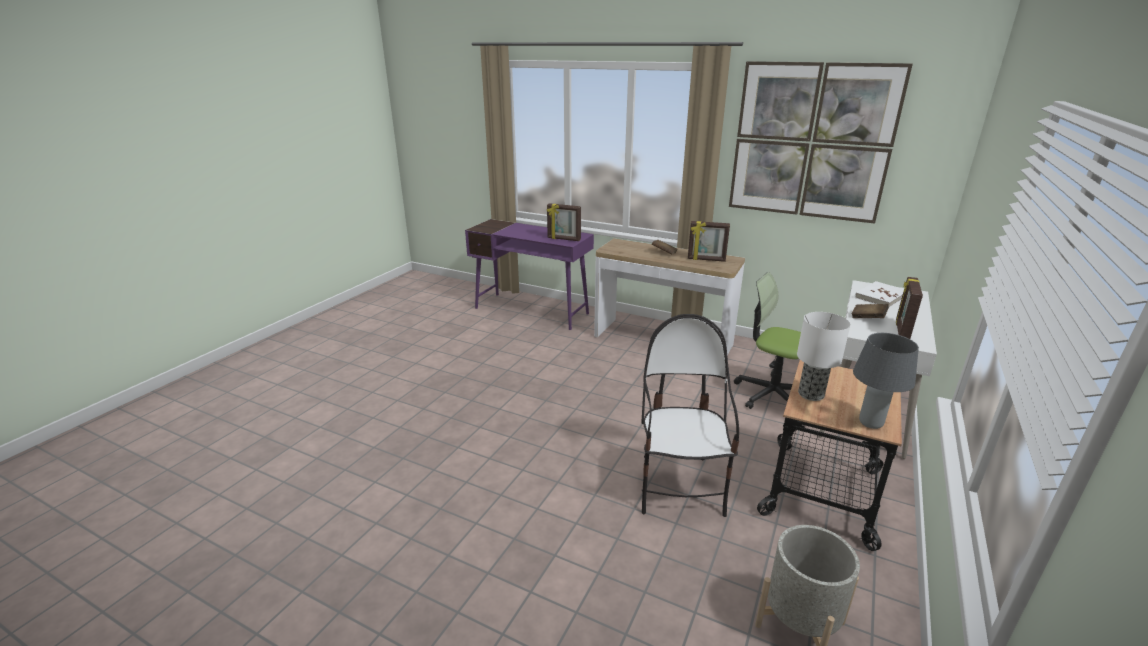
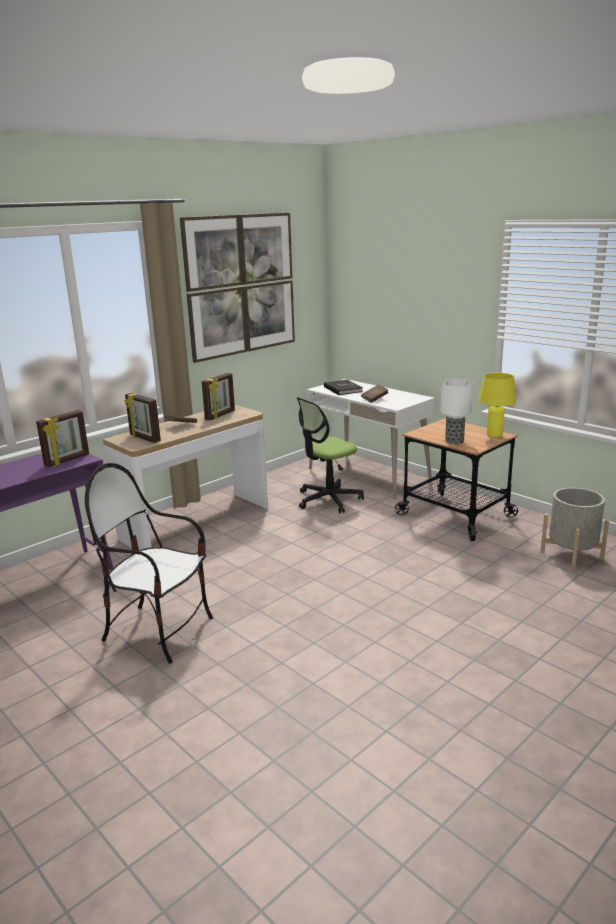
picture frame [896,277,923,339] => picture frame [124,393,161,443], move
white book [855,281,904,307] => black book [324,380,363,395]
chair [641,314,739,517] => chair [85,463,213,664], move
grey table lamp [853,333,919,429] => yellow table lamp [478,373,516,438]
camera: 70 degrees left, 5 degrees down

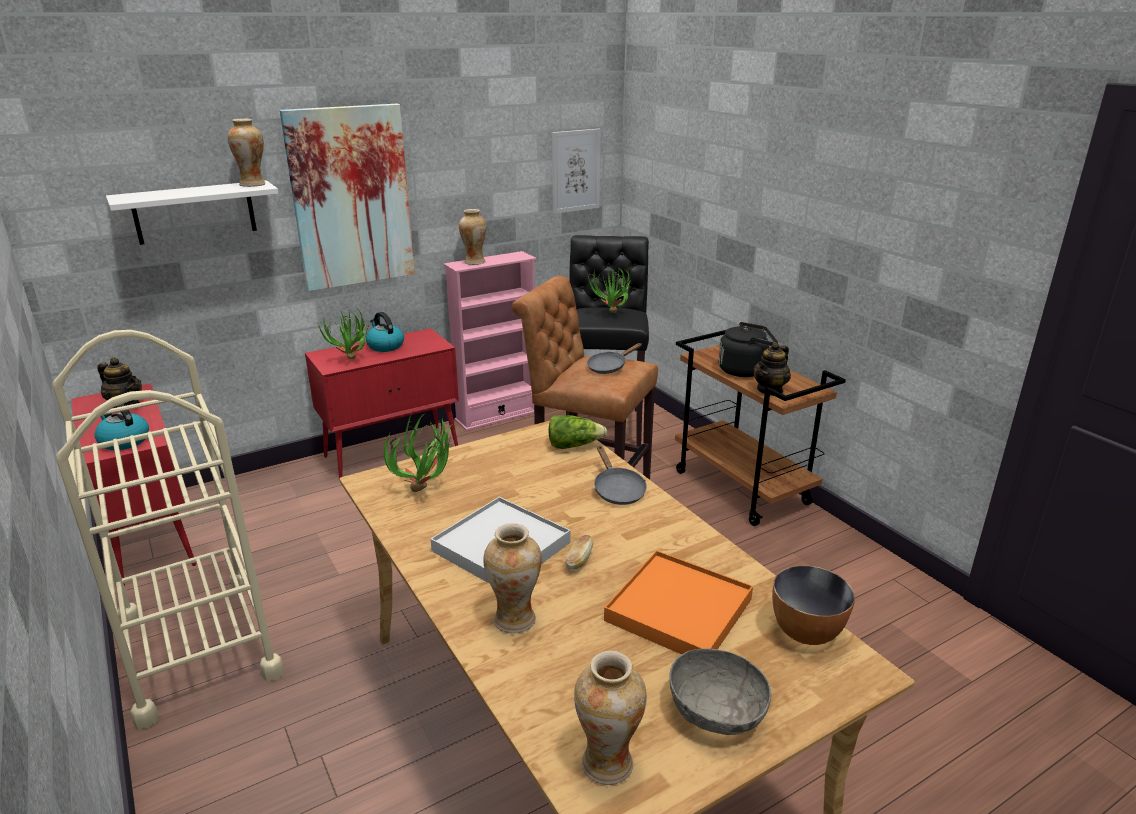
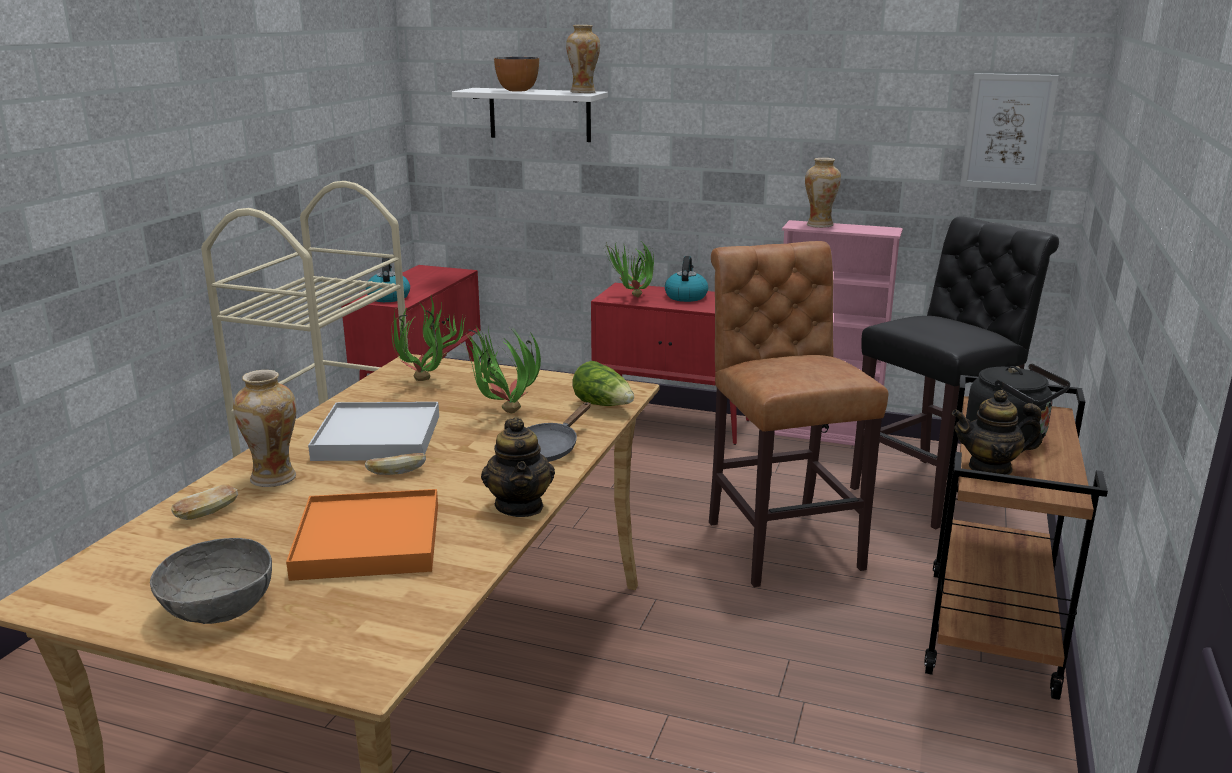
picture [280,103,415,291] => nothing
potted plant [588,266,631,313] => potted plant [461,326,541,413], move
grey frying pan [587,343,642,374] => nothing
teapot [97,358,142,408] => teapot [481,417,555,517], move
bowl [772,565,855,645] => bowl [494,57,539,92], move
vase [574,651,647,785] => nothing
nothing => bread [171,484,238,520]
camera: 50 degrees right, 5 degrees down

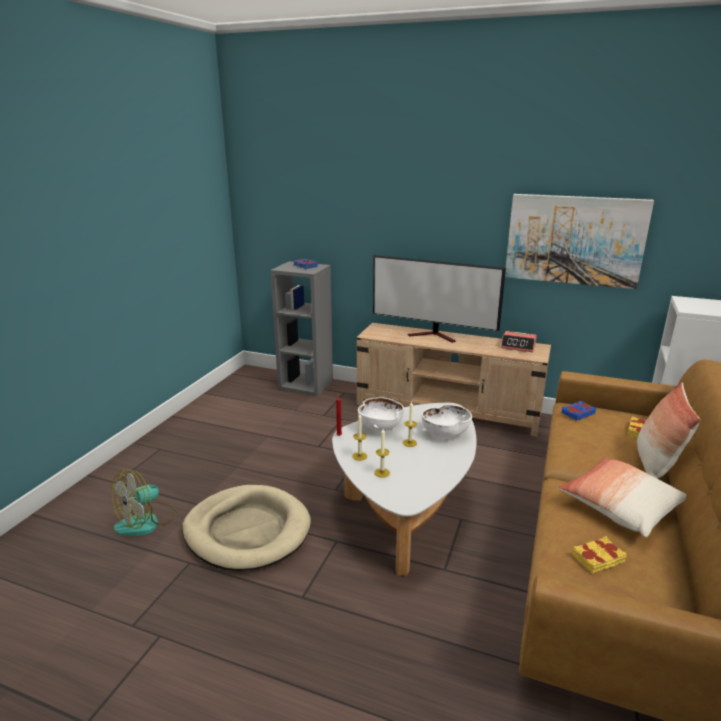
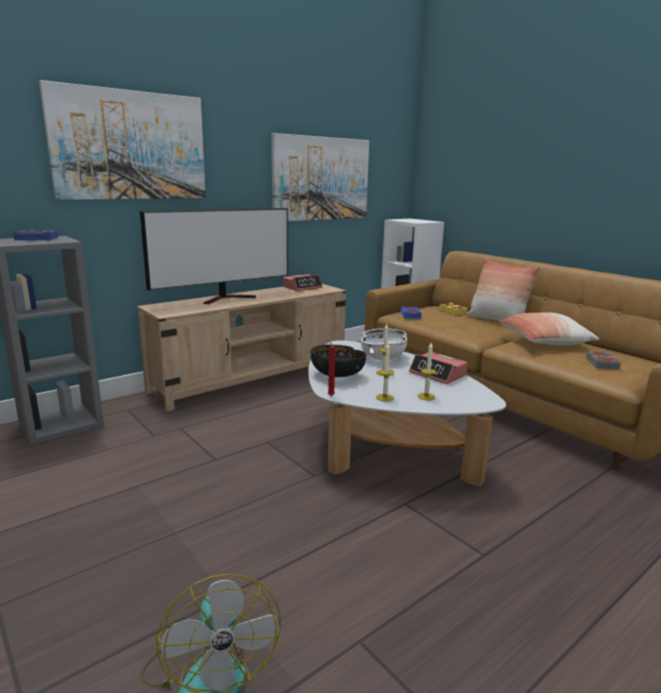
white bowl [358,397,404,431] => black bowl [311,345,366,377]
beige dog bed [182,485,311,571] => nothing
yellow book [572,536,627,574] => grey book [586,350,621,370]
nothing => picture [39,80,206,200]
nothing => alarm clock [409,352,467,384]
camera: 60 degrees left, 5 degrees down

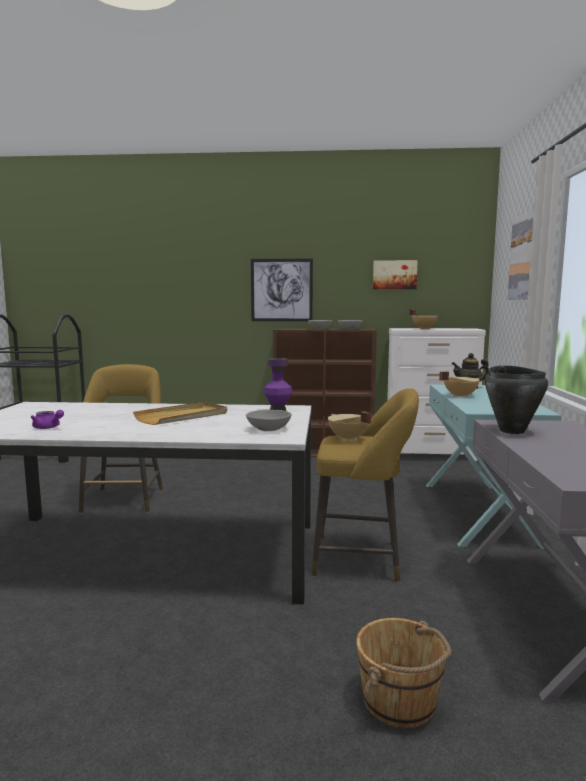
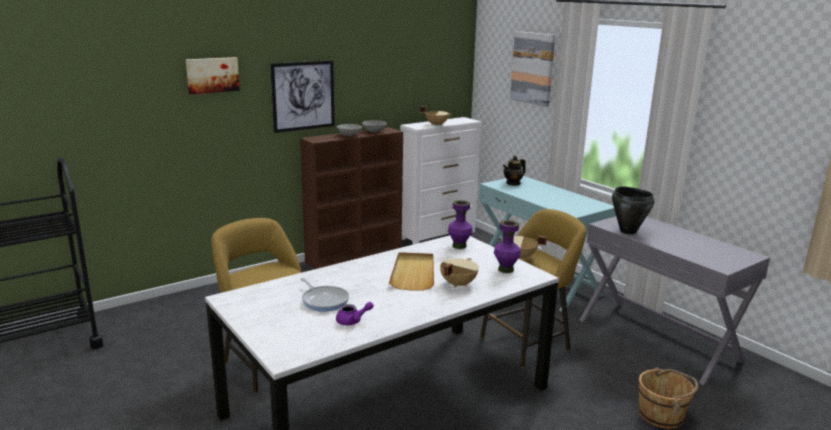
picture [373,260,418,289] => picture [185,57,240,94], move
beige cooking pot [439,371,480,398] => beige cooking pot [440,258,479,288], move
grey bowl [246,410,292,431] => purple vase [494,220,521,273]
nothing => frying pan [300,278,349,311]
camera: 40 degrees left, 10 degrees up

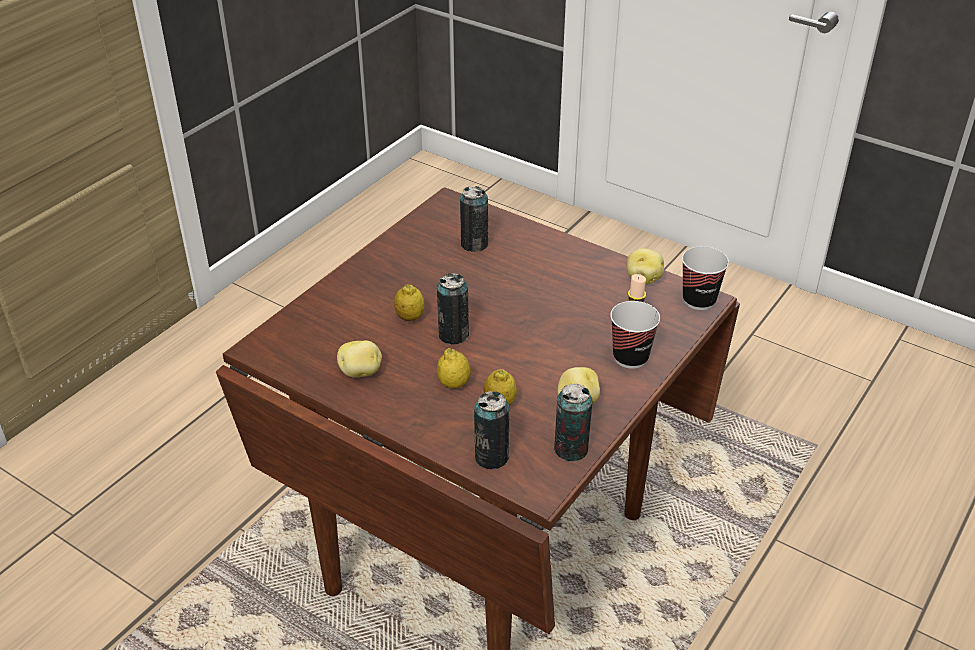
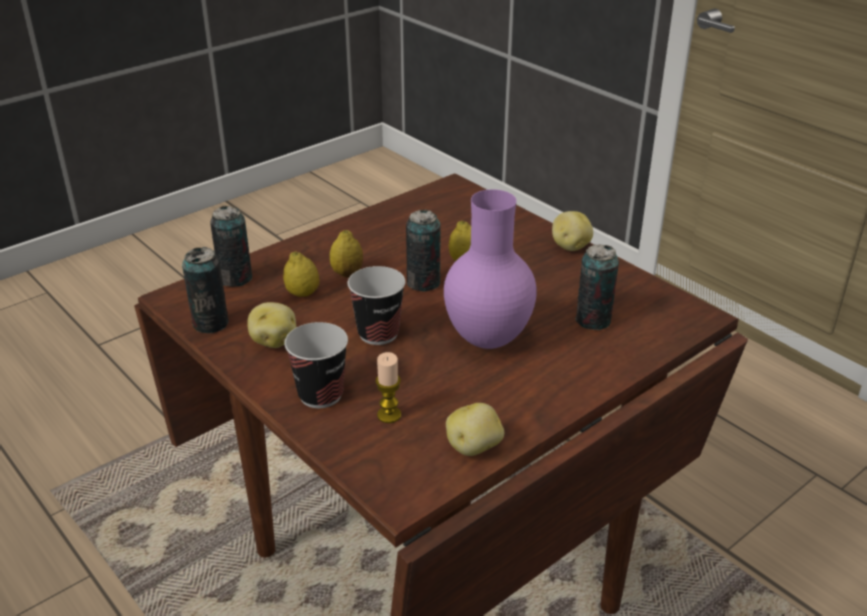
cup [682,246,729,310] => cup [348,266,405,345], move
potato [337,340,382,377] => potato [552,211,593,251], move
nothing => purple vase [444,189,537,349]
camera: 105 degrees right, 5 degrees down

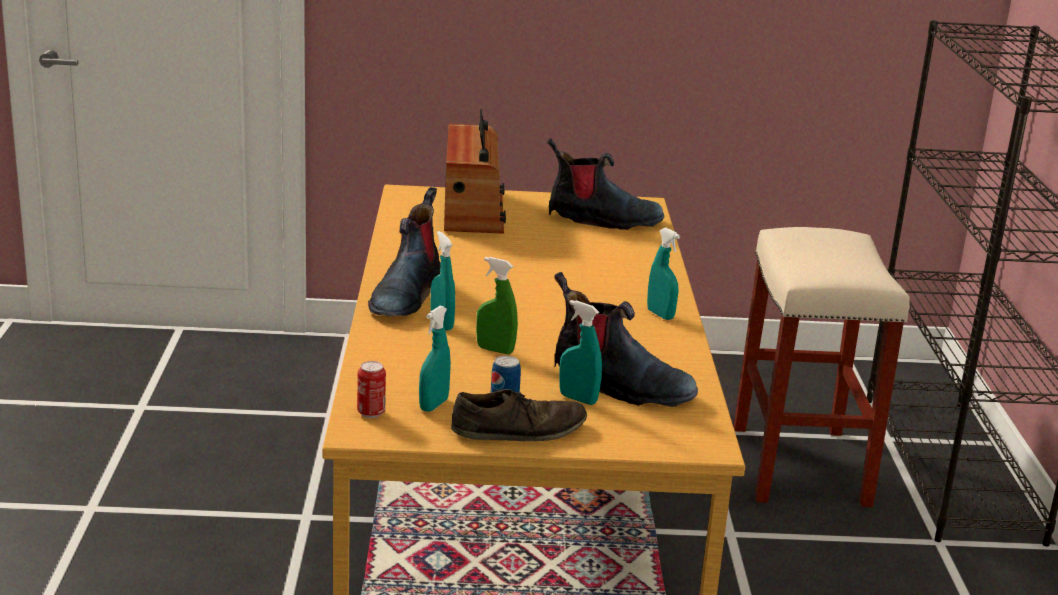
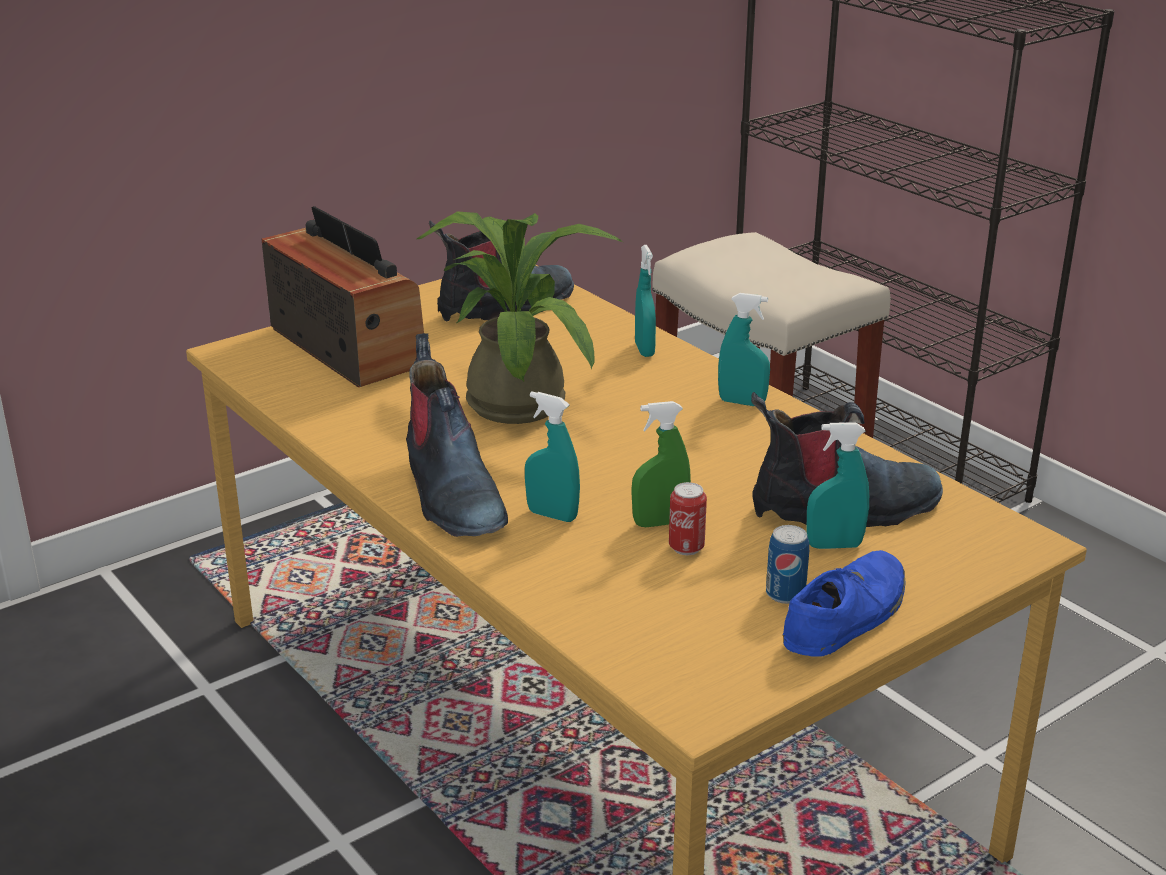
turquoise spray bottle [419,306,451,412] => turquoise spray bottle [635,245,656,357], move
can [357,361,386,418] => can [669,482,707,555], move
brown shoe [451,389,587,442] => blue shoe [783,550,906,657]
nothing => potted plant [417,211,623,424]
camera: 35 degrees left, 5 degrees up

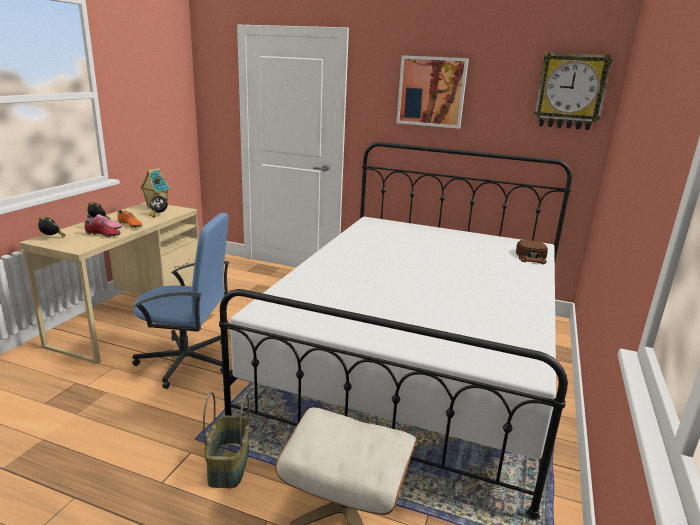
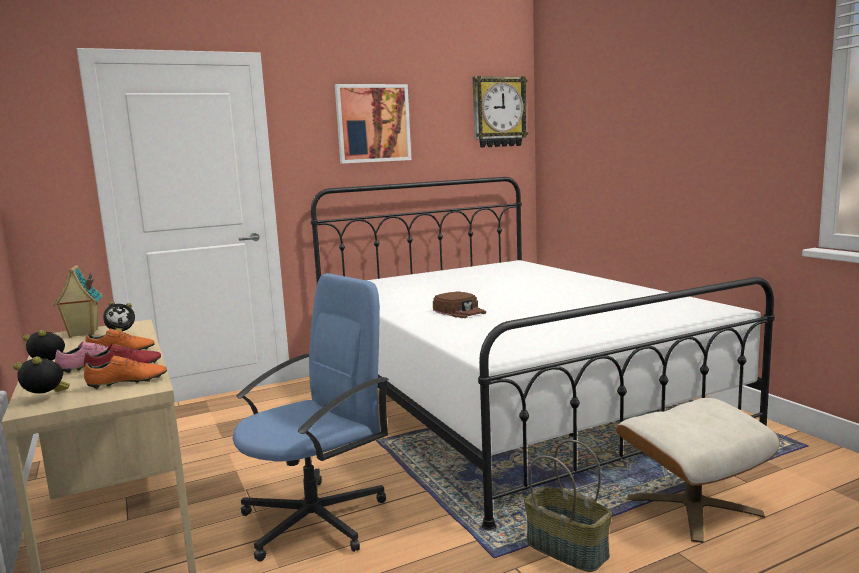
brown cap [516,240,548,264] => brown cap [433,291,486,318], move
nothing => orange shoe [84,355,167,389]
camera: 45 degrees left, 10 degrees down

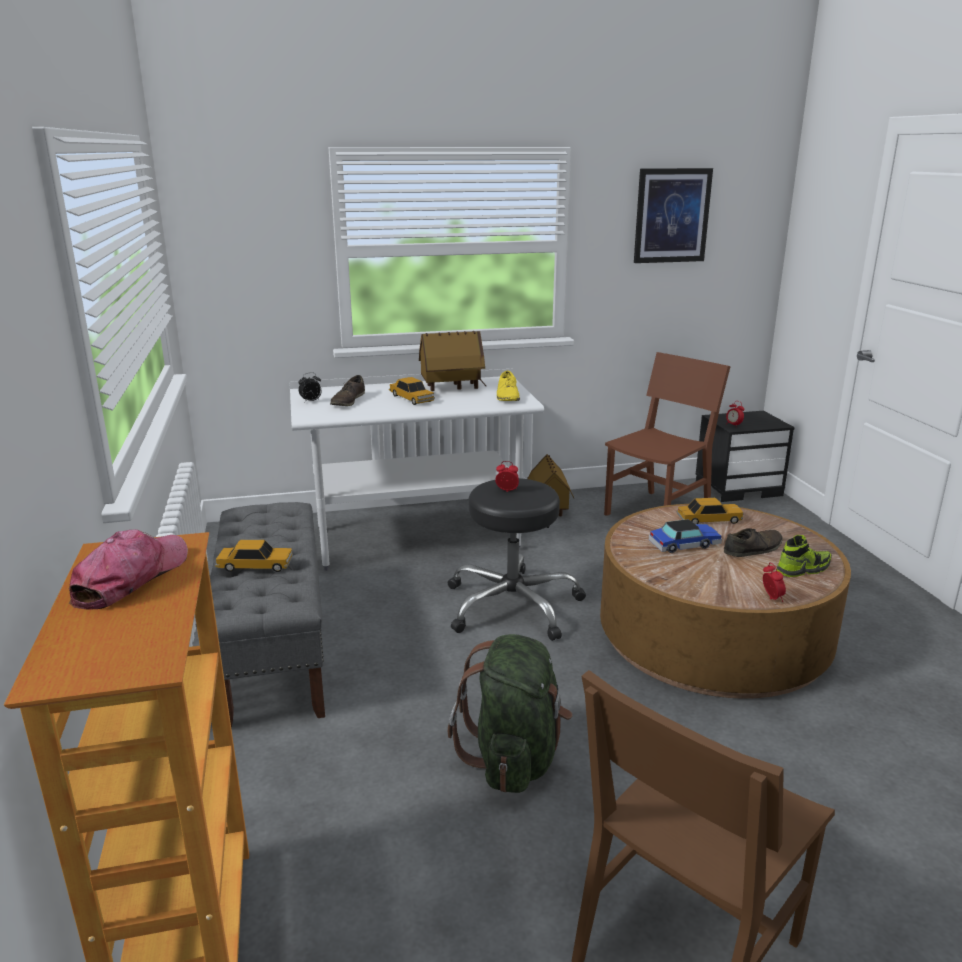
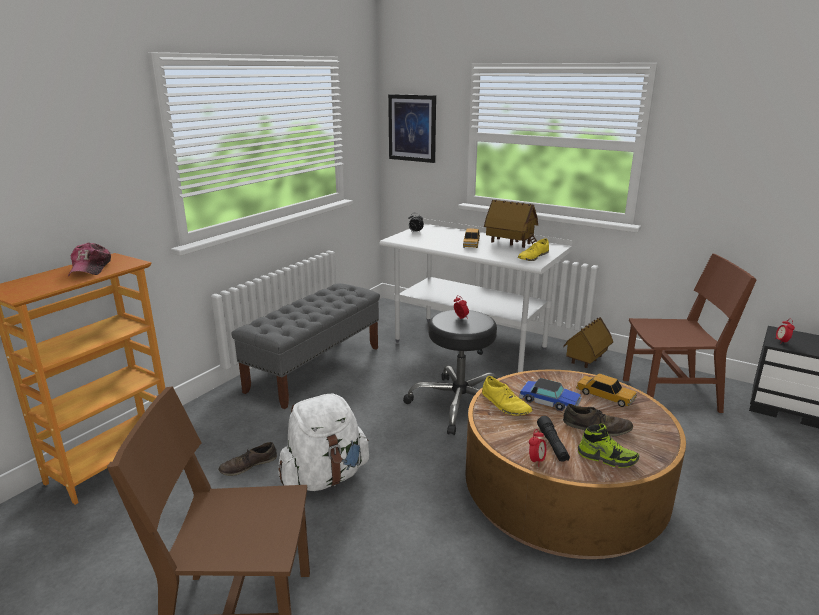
picture [634,168,713,263] => picture [388,94,436,163], move
brown shoe [330,375,365,406] => brown shoe [218,442,277,476], move
cap [69,529,188,610] => cap [68,243,111,276], 105 degrees clockwise
toy car [215,540,293,572] => nothing
green backpack [448,634,572,793] => white backpack [278,394,369,491]
nothing => yellow shoe [482,376,532,416]
nothing => black flashlight [537,416,570,462]
camera: 45 degrees right, 0 degrees up

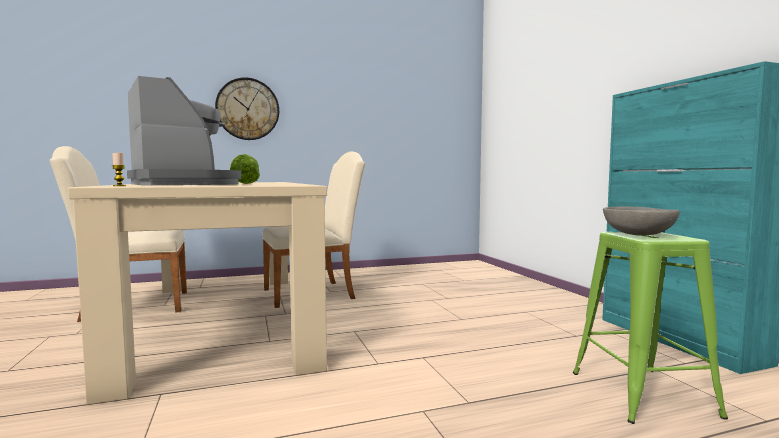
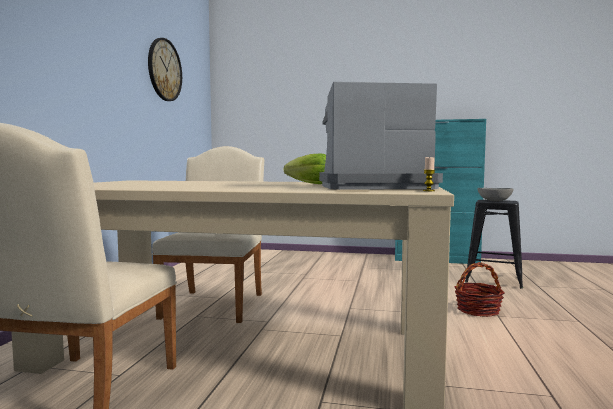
wall clock [215,77,279,140] => wall clock [148,38,182,101], move
green stool [573,232,728,424] => black stool [465,200,523,289]
nothing => basket [455,262,505,317]
camera: 60 degrees left, 0 degrees up

